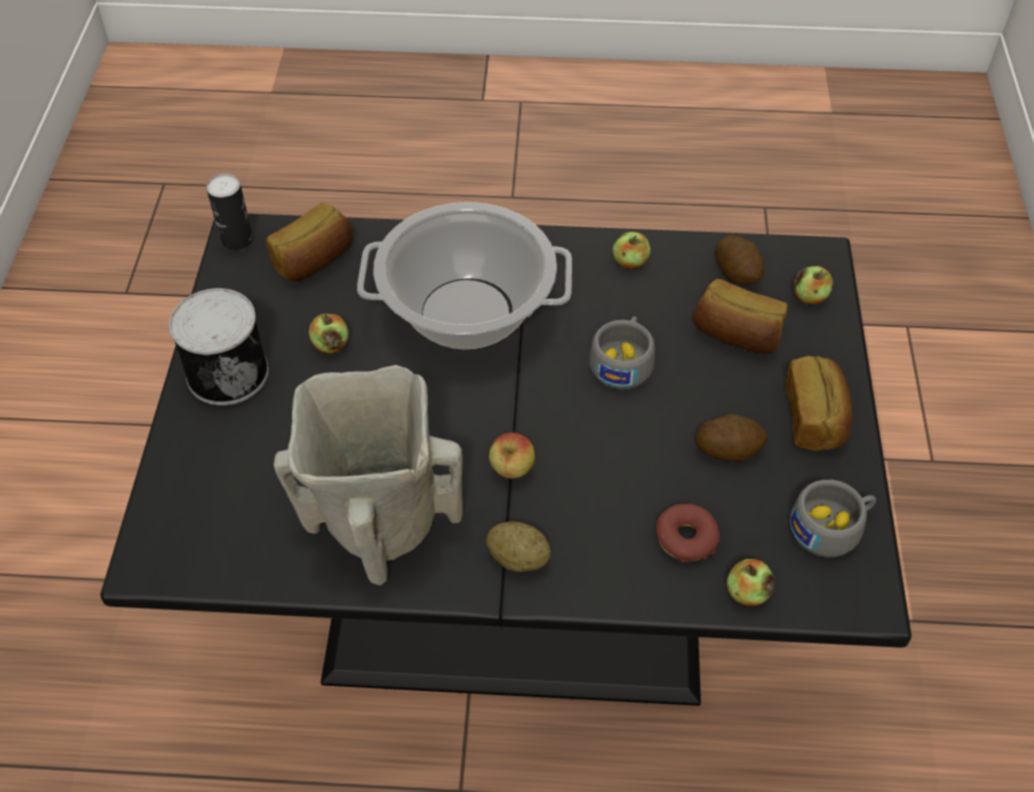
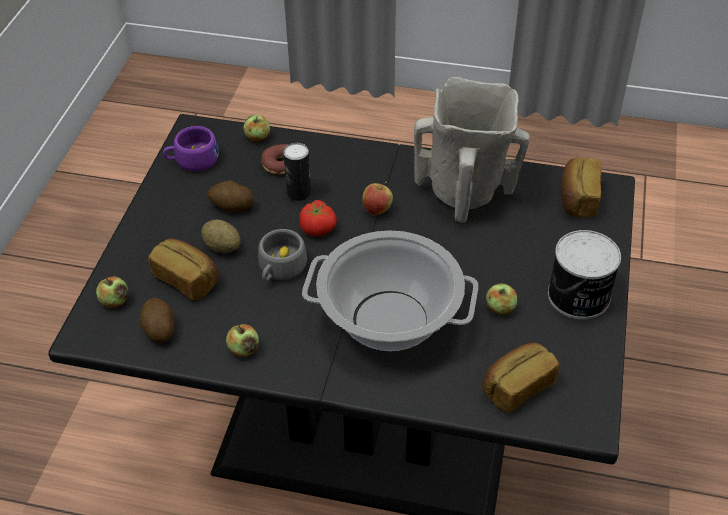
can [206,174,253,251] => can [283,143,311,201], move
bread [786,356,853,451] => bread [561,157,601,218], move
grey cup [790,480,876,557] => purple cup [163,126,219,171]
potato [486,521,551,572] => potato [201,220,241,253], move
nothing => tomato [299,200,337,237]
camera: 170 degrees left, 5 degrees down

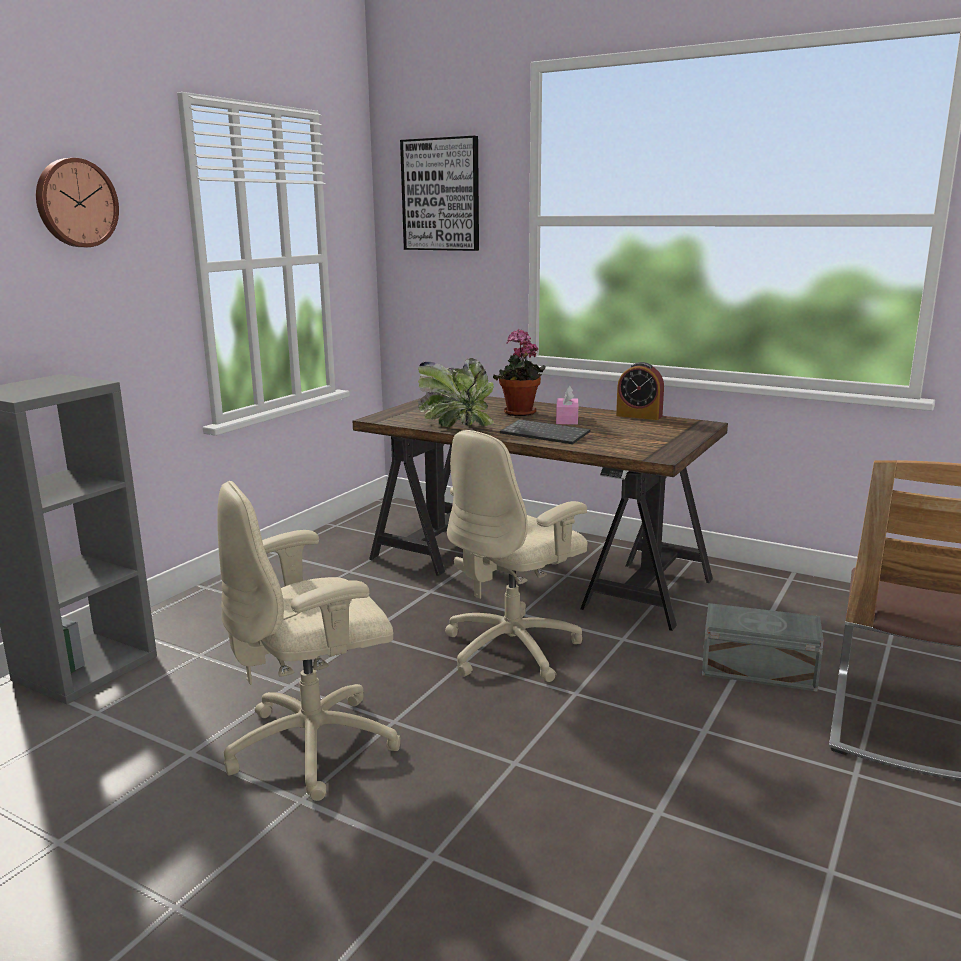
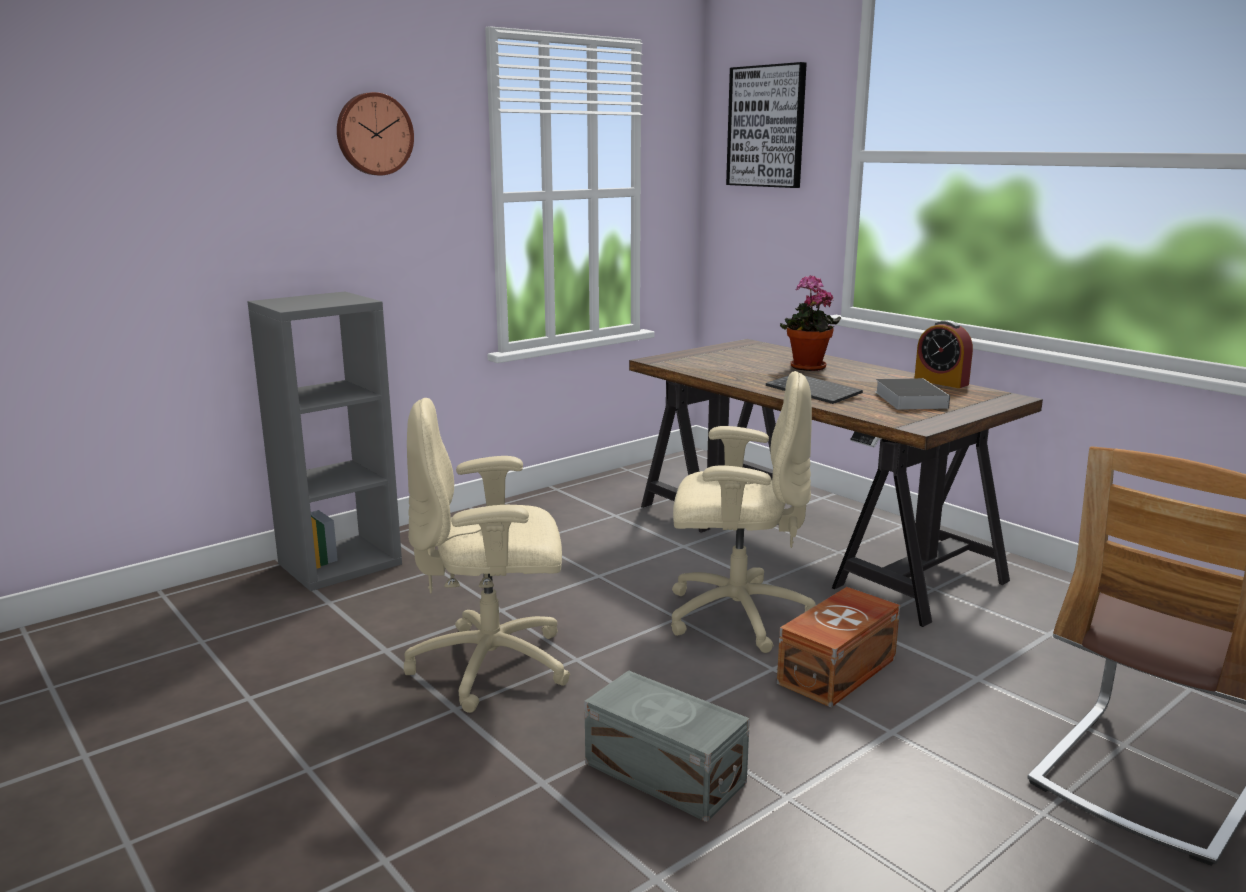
potted plant [418,358,494,427] => nothing
pink tissue box [556,386,578,425] => nothing
beige office chair [445,430,588,682] => beige office chair [671,371,816,653], 150 degrees counterclockwise
grey storage box [702,603,824,692] => grey storage box [585,670,750,822], move
nothing => book [875,378,950,410]
nothing => brown storage box [777,587,900,707]
camera: 20 degrees right, 0 degrees up

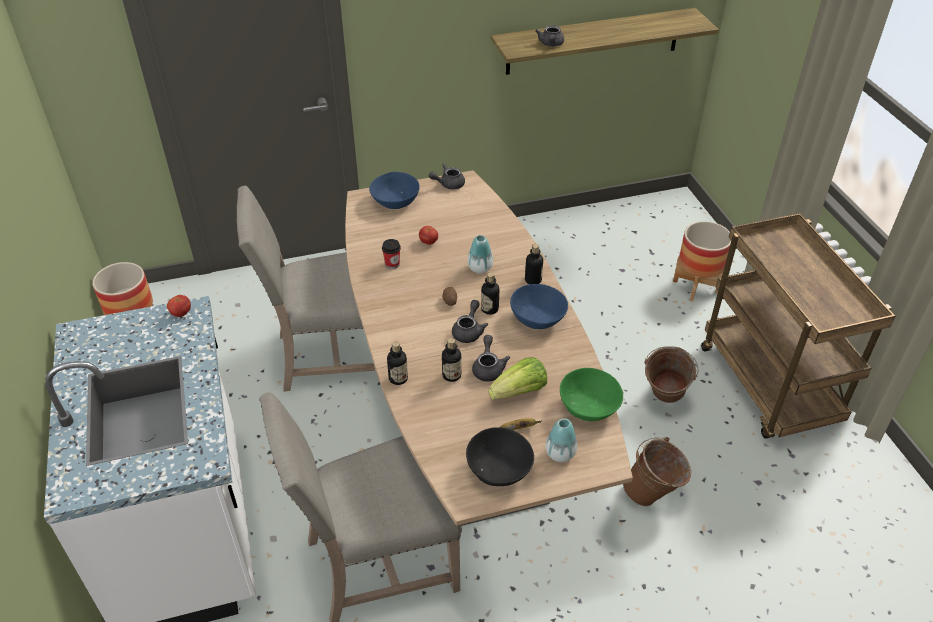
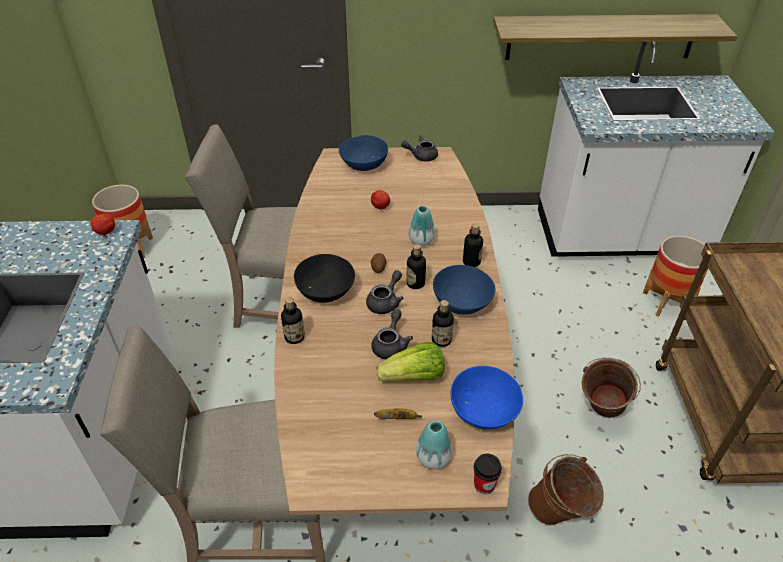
grey teapot [535,26,564,47] => nothing
cup [382,239,401,269] => cup [474,454,502,494], move
bottle [442,338,461,382] => bottle [432,300,454,347], move
green bowl [560,368,623,421] => blue bowl [451,366,523,429]
black bowl [466,427,534,486] => black bowl [294,254,355,303], move
nothing => white counter [538,42,775,257]
camera: 15 degrees right, 0 degrees up

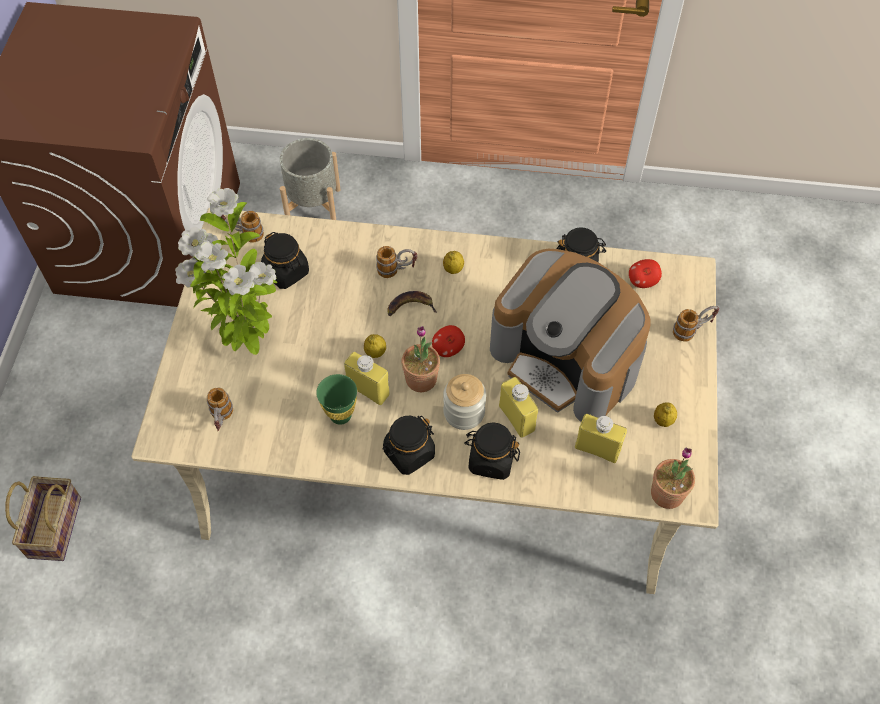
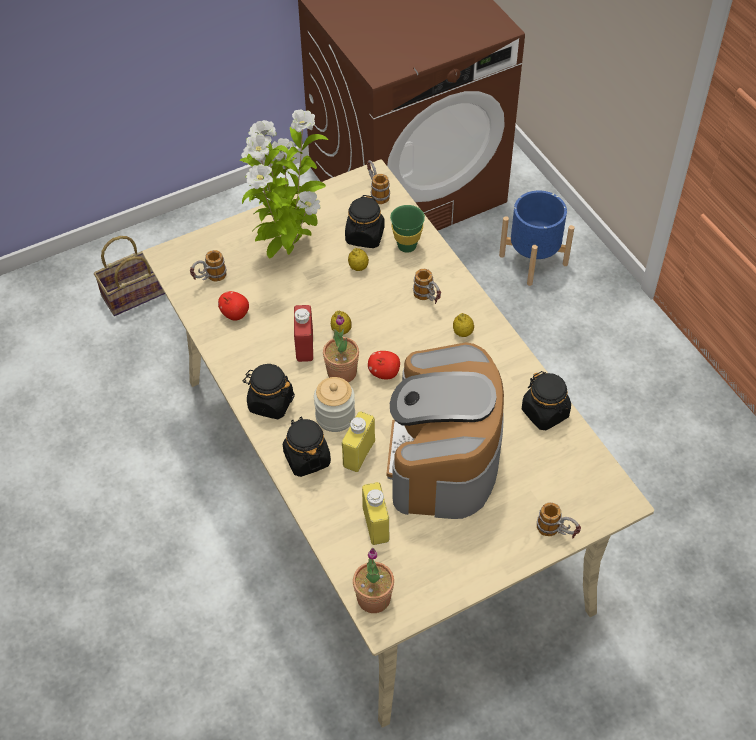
grey planter [280,138,341,220] => blue planter [499,191,575,286]
apple [629,259,662,288] => apple [218,291,249,321], move
banana [387,291,437,316] => nothing
yellow bottle [344,352,390,405] => red bottle [294,305,313,362]
green cup [316,374,357,425] => green cup [390,205,425,253], move
lemon [654,402,677,427] => lemon [348,248,369,271], move
camera: 55 degrees right, 5 degrees down

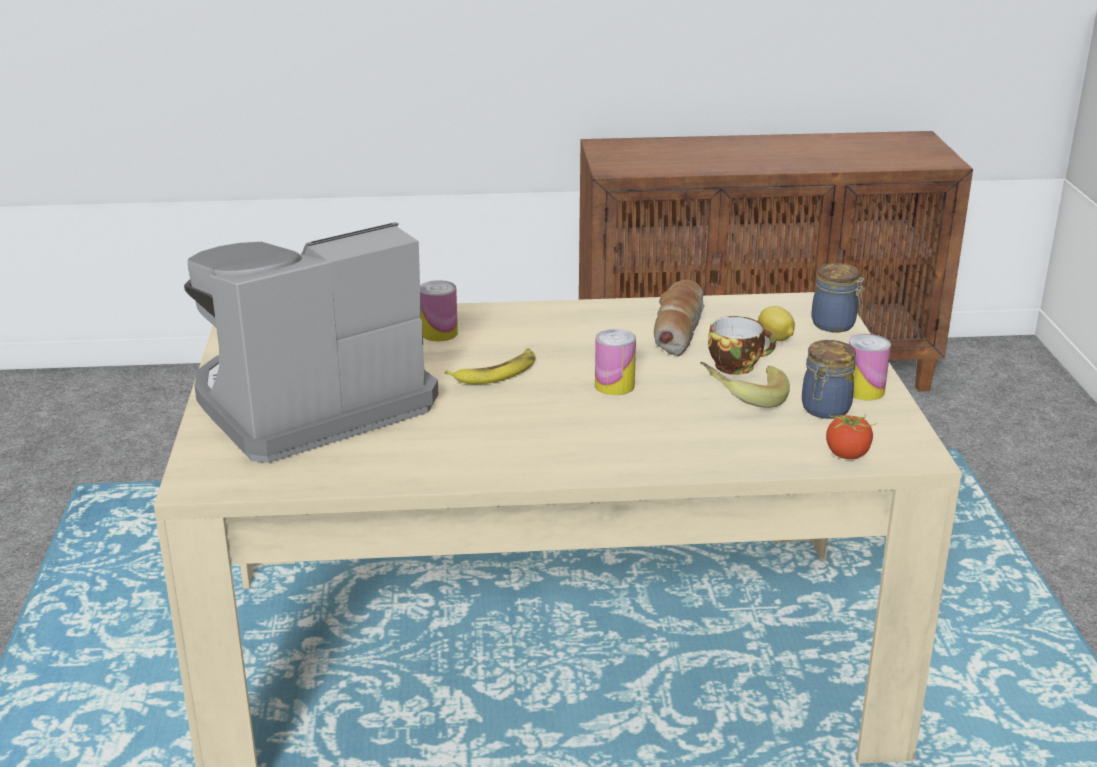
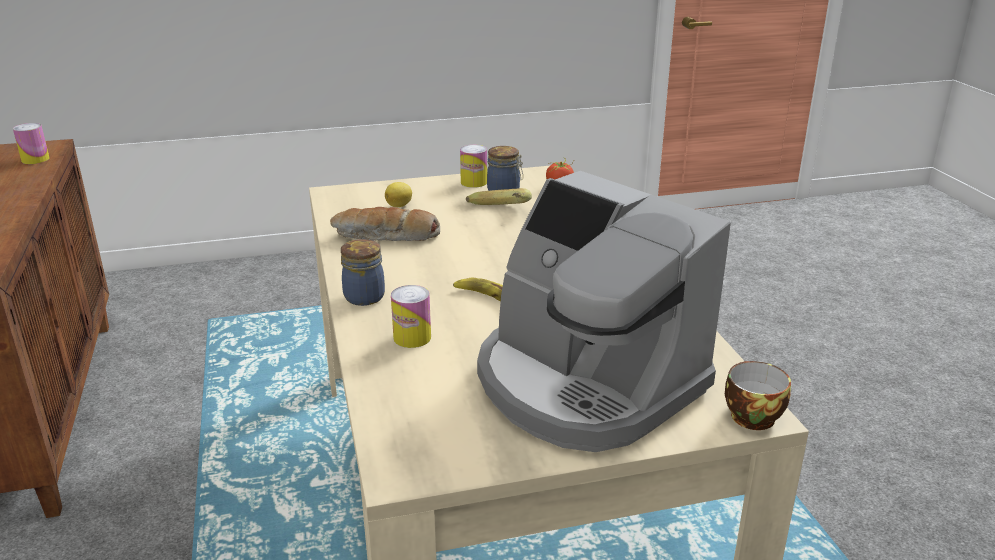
jar [811,263,865,332] => jar [341,239,385,306], move
cup [708,316,776,375] => cup [725,361,791,430], move
can [595,329,636,395] => can [13,123,50,164], move
camera: 100 degrees left, 0 degrees up

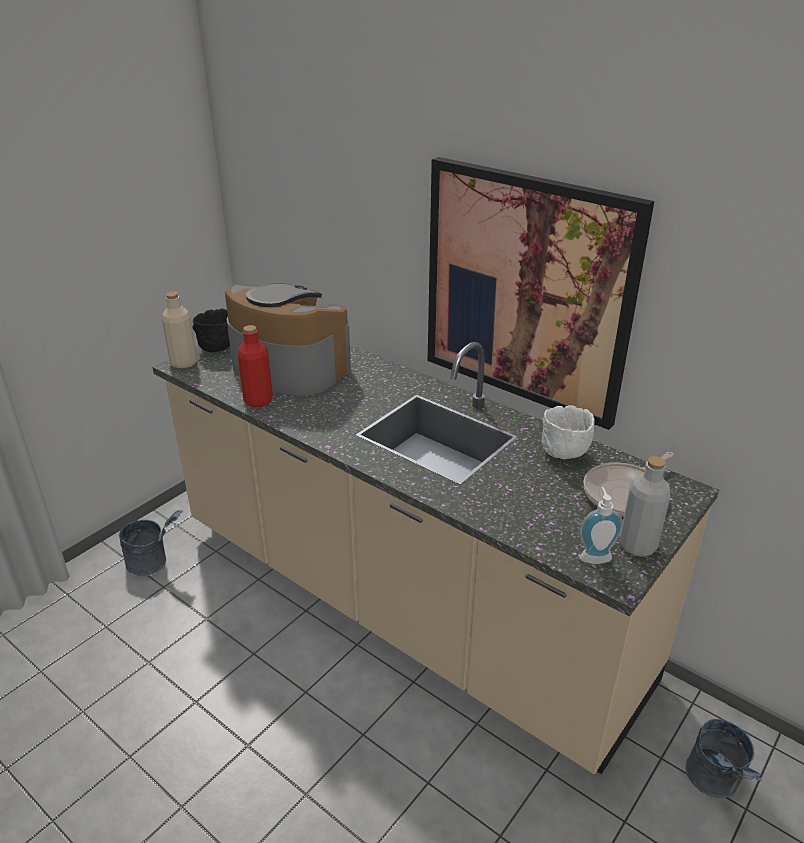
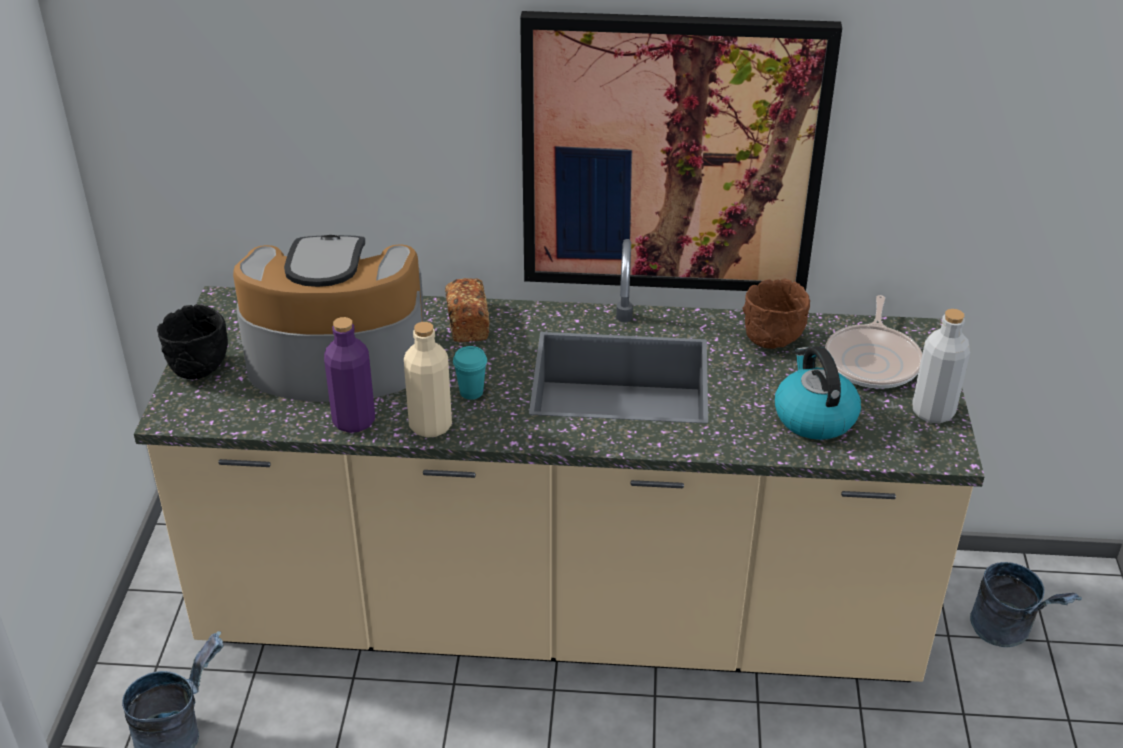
beige bottle [162,291,197,368] => beige bottle [404,322,452,438], move
red bottle [238,325,273,407] => purple bottle [324,317,375,433]
white bowl [542,405,594,459] => brown bowl [742,278,810,349]
soap dispenser [580,487,623,564] => nothing
nothing => bread [445,278,489,342]
nothing => turquoise cup [453,346,487,400]
nothing => kettle [775,346,861,440]
camera: 35 degrees left, 5 degrees up

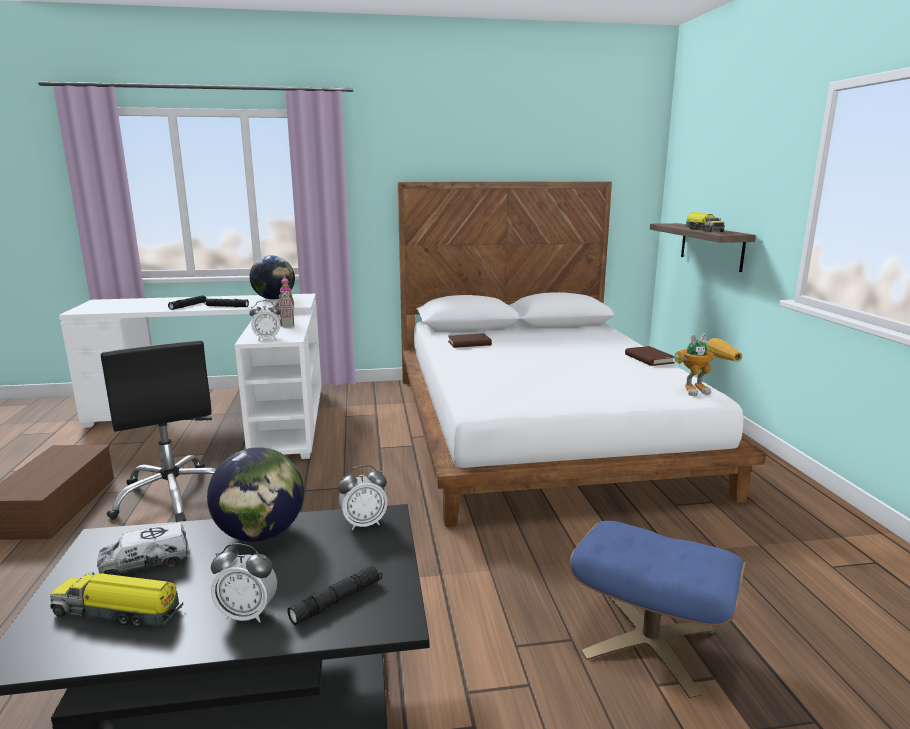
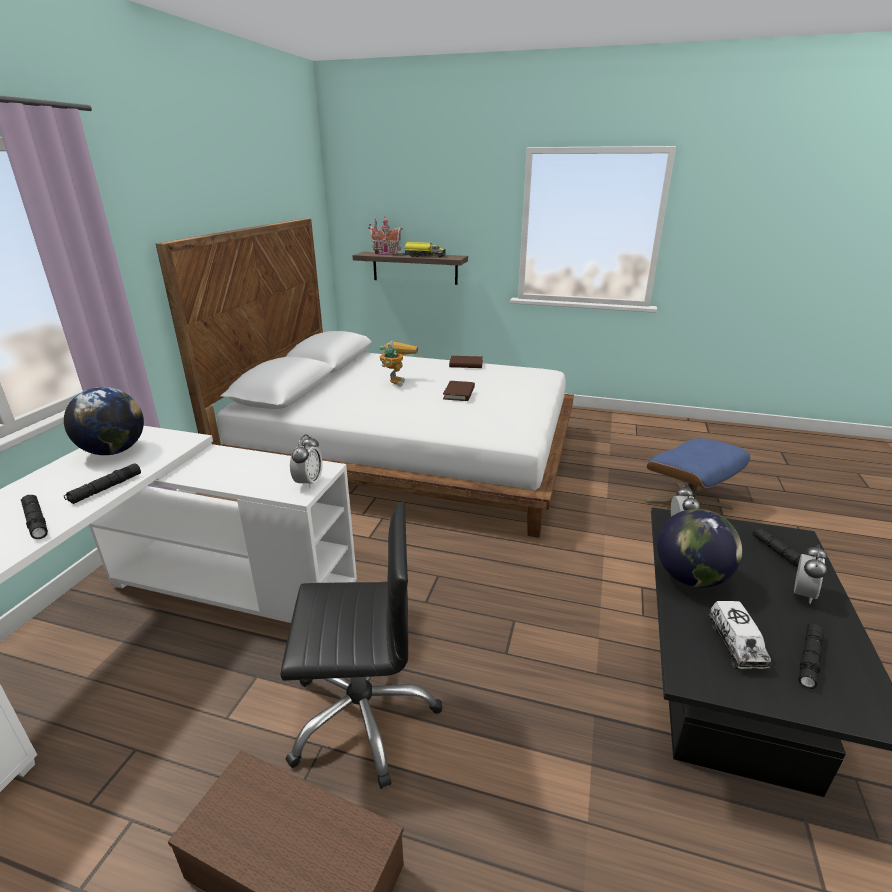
toy house [275,275,294,327] => toy house [368,217,403,255], move
brown book [448,333,492,348] => brown book [443,381,475,401], move
toy robot [674,333,742,396] => toy robot [380,340,418,387], move
toy truck [50,571,183,627] => black flashlight [798,624,824,689]
camera: 65 degrees left, 10 degrees up

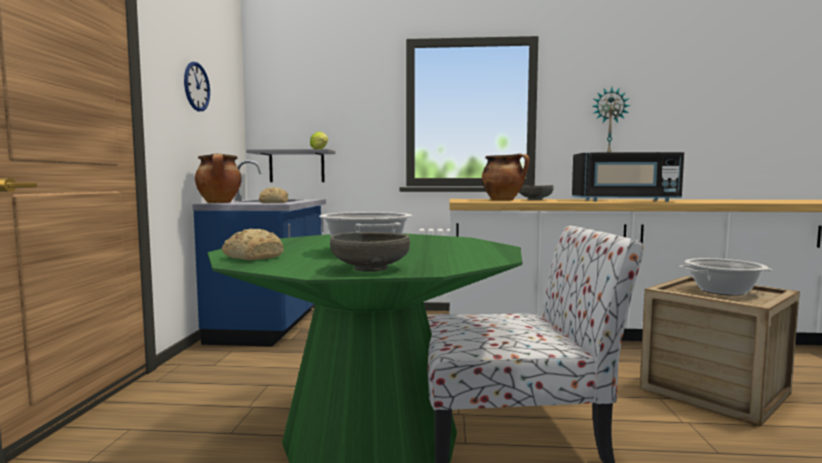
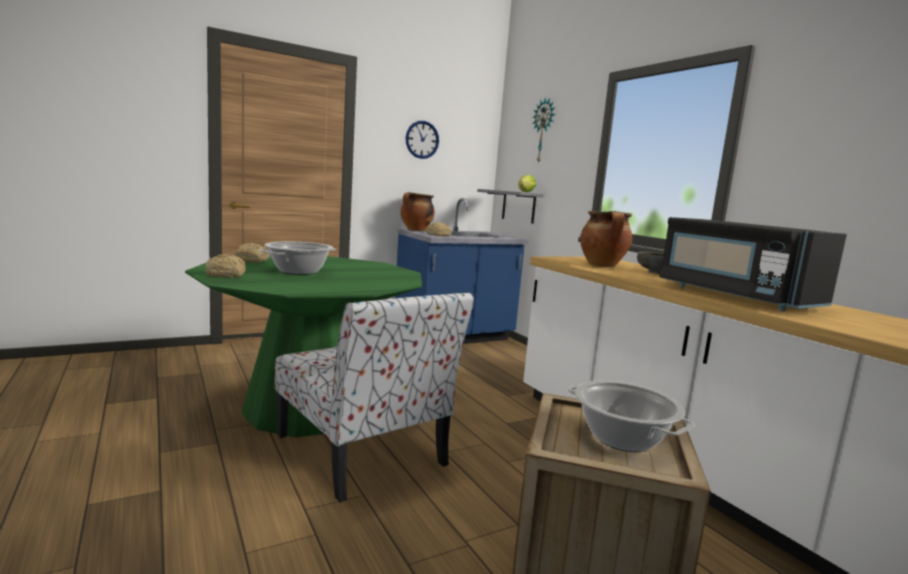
wall clock [593,87,630,152] => wall clock [533,97,555,164], move
grey bowl [330,232,410,272] => bread [206,254,246,278]
camera: 55 degrees right, 5 degrees up

